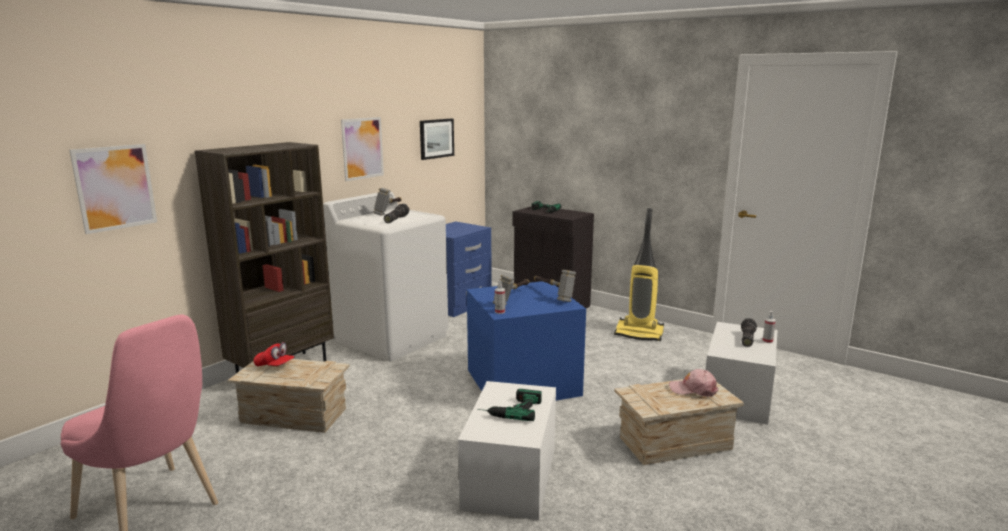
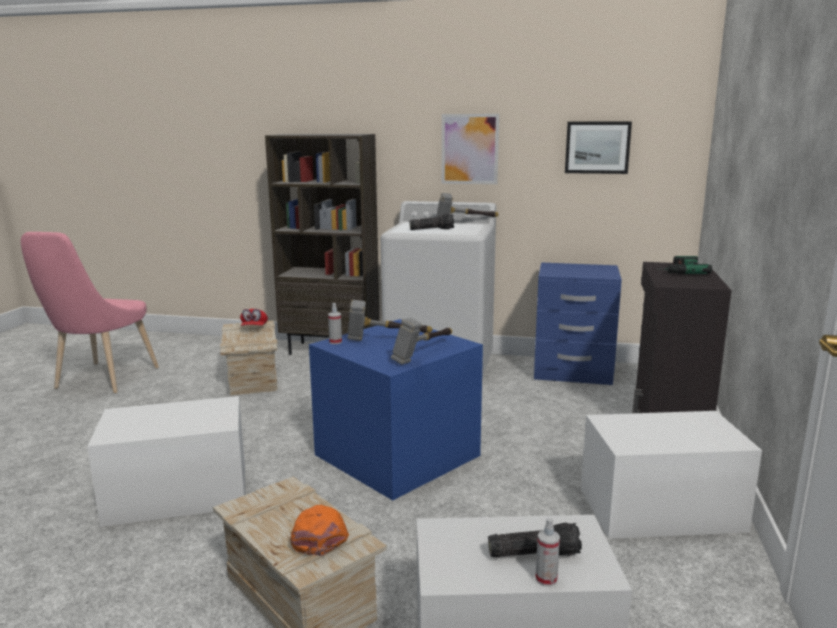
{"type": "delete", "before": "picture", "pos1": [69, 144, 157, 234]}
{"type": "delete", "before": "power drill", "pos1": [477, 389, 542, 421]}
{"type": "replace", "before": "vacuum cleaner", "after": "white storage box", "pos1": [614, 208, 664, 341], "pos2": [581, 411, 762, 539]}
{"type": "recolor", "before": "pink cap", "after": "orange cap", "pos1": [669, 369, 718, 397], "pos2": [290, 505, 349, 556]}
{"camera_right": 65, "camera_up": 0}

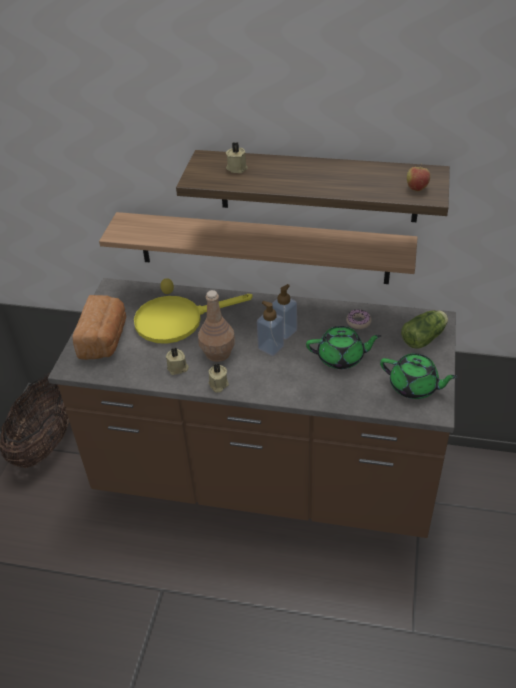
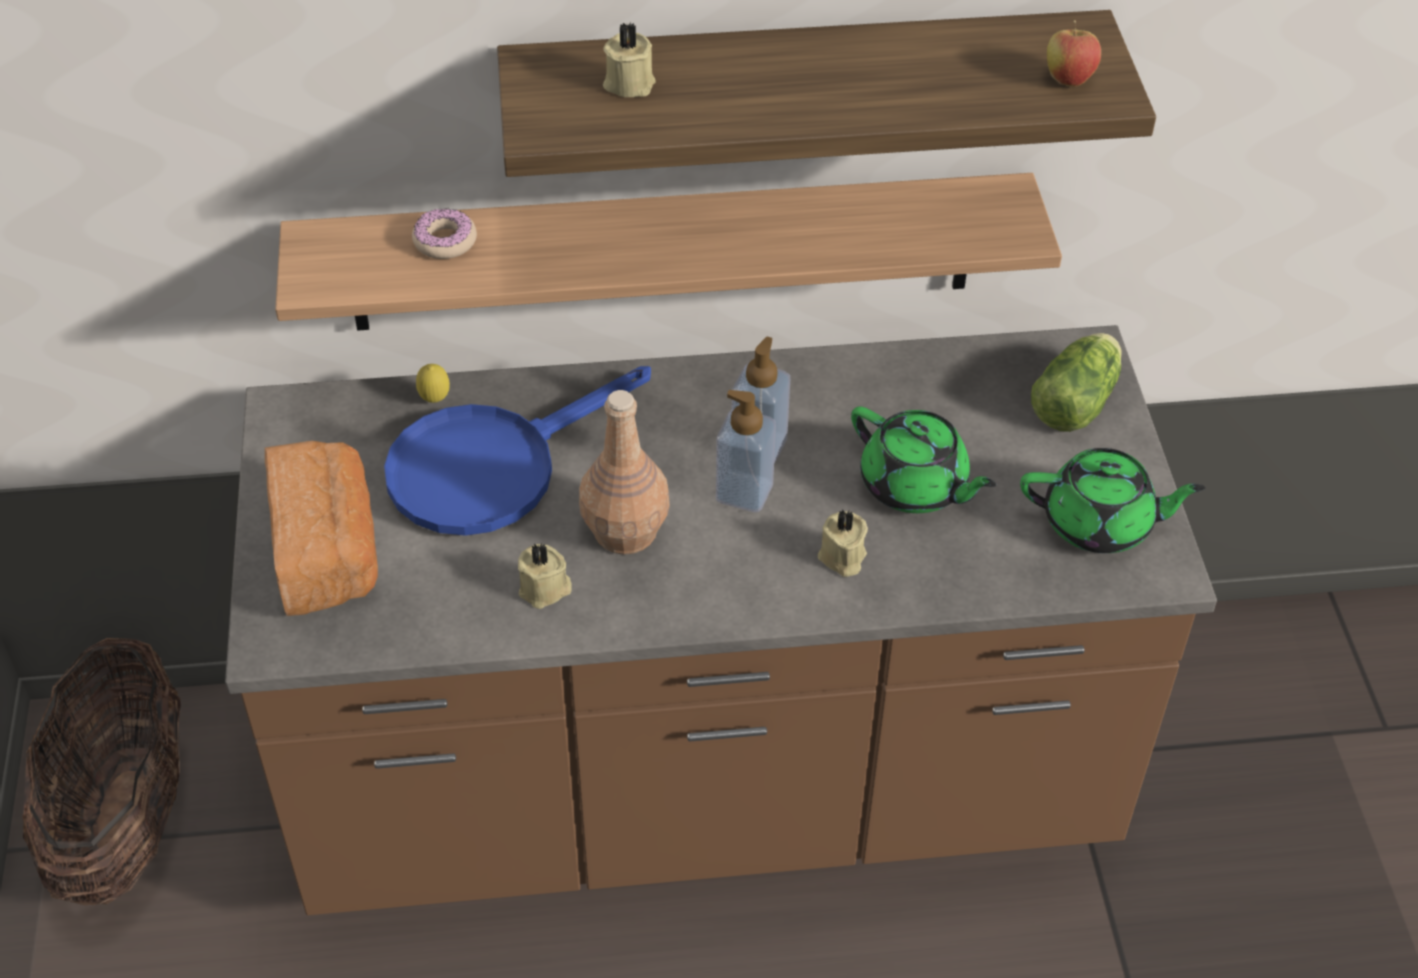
{"type": "move", "before": "beige candle", "pos1": [208, 364, 229, 392], "pos2": [818, 509, 868, 577]}
{"type": "move", "before": "donut", "pos1": [346, 309, 372, 329], "pos2": [412, 208, 477, 259]}
{"type": "recolor", "before": "yellow frying pan", "after": "blue frying pan", "pos1": [134, 294, 253, 344], "pos2": [384, 366, 651, 536]}
{"type": "rotate", "before": "green teapot", "pos1": [306, 326, 382, 369], "pos2": [851, 406, 996, 513], "turn": 60}
{"camera_right": -20, "camera_up": 5}

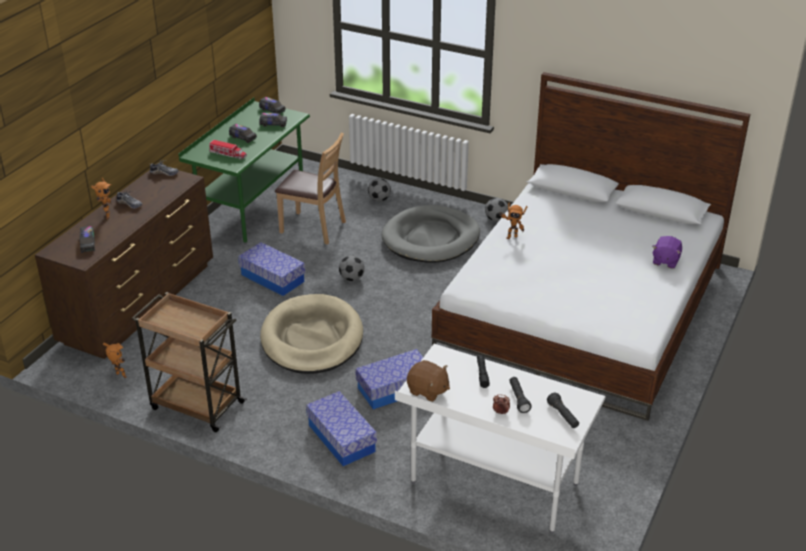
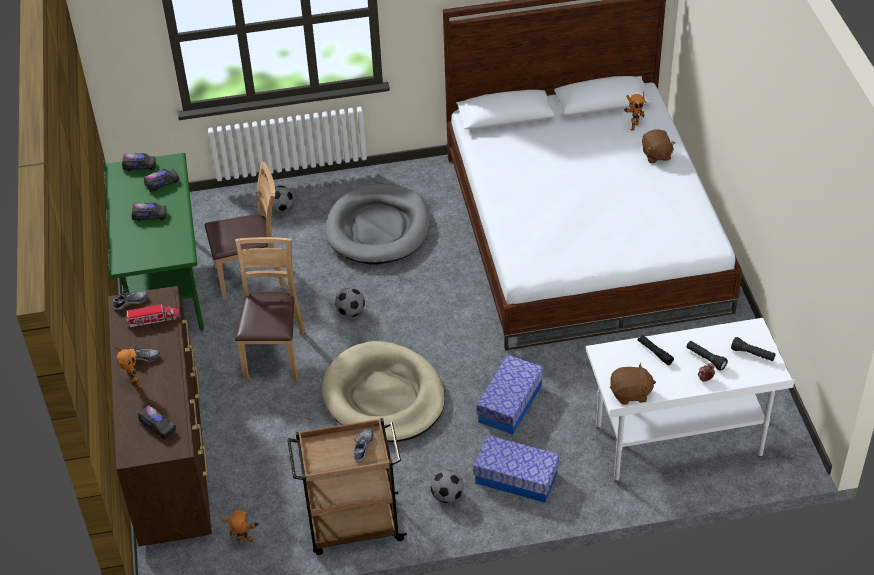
{"type": "insert", "after": "shoe", "pos2": [353, 429, 374, 462]}
{"type": "move", "before": "toy truck", "pos1": [209, 140, 247, 160], "pos2": [127, 304, 179, 327]}
{"type": "move", "before": "football", "pos1": [485, 198, 508, 222], "pos2": [431, 470, 464, 503]}
{"type": "move", "before": "toy robot", "pos1": [498, 202, 528, 239], "pos2": [624, 91, 647, 131]}
{"type": "replace", "before": "storage box", "after": "brown chair", "pos1": [238, 242, 305, 296], "pos2": [235, 237, 305, 380]}
{"type": "recolor", "before": "purple plush toy", "after": "brown plush toy", "pos1": [652, 236, 682, 269], "pos2": [642, 129, 675, 163]}
{"camera_right": -35, "camera_up": 10}

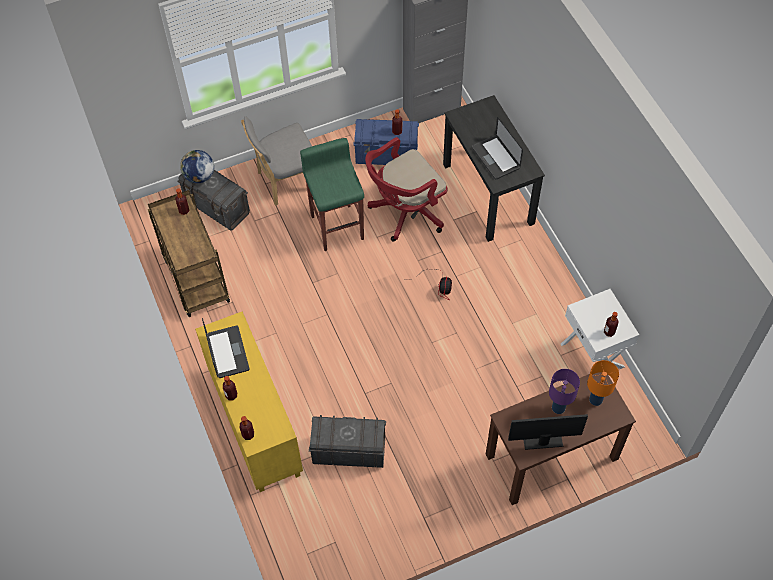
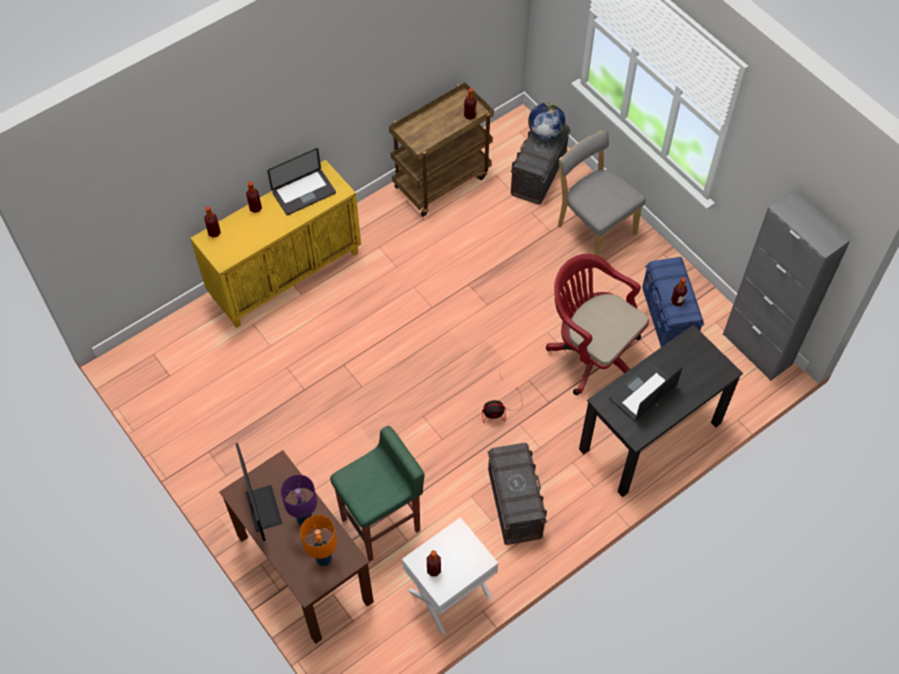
{"type": "move", "before": "green stool", "pos1": [300, 138, 364, 251], "pos2": [330, 426, 425, 562]}
{"type": "move", "before": "grey storage box", "pos1": [309, 415, 386, 468], "pos2": [487, 443, 547, 545]}
{"camera_right": 75, "camera_up": 0}

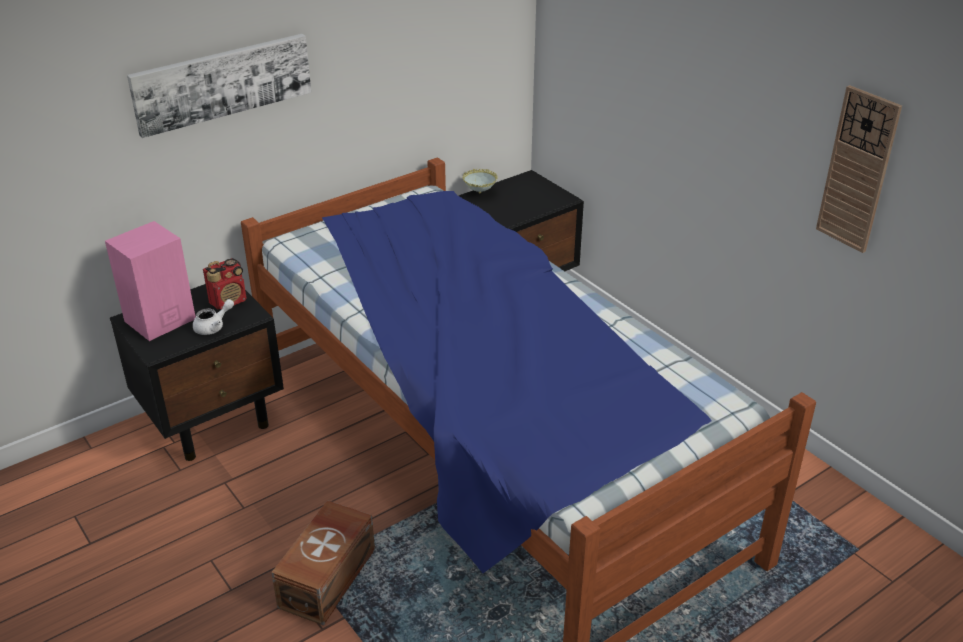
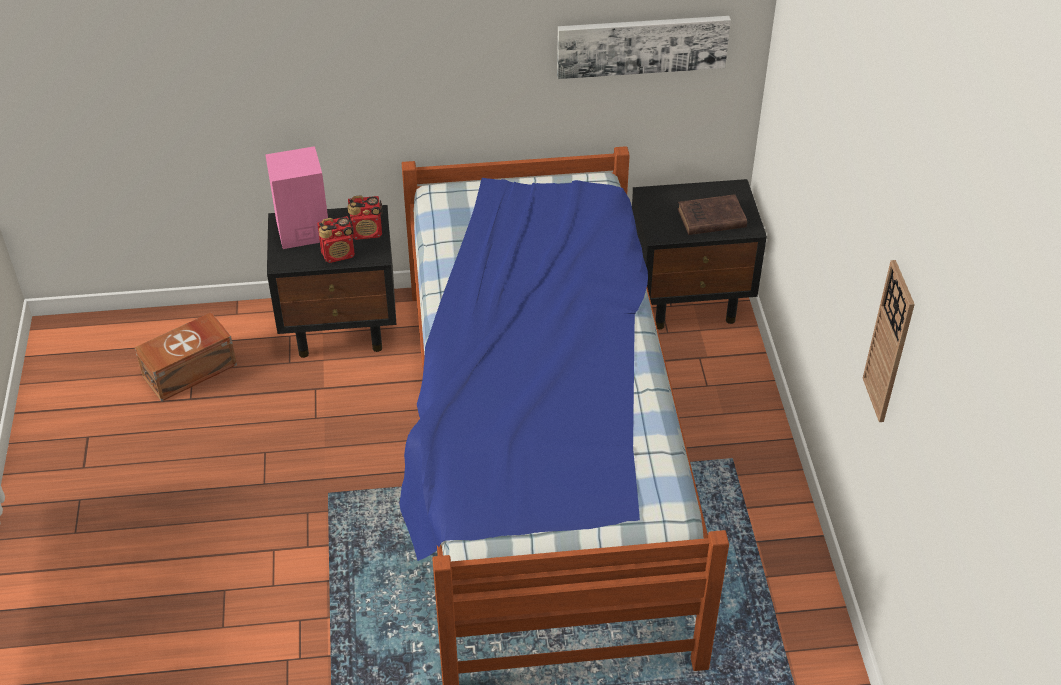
{"type": "delete", "before": "bowl", "pos1": [462, 169, 498, 194]}
{"type": "insert", "after": "brown book", "pos2": [678, 194, 747, 235]}
{"type": "move", "before": "picture", "pos1": [127, 34, 311, 138], "pos2": [557, 16, 731, 79]}
{"type": "move", "before": "brown storage box", "pos1": [271, 500, 375, 626], "pos2": [134, 312, 237, 402]}
{"type": "replace", "before": "white teapot", "after": "radio", "pos1": [193, 299, 234, 335], "pos2": [317, 216, 355, 263]}
{"camera_right": 30, "camera_up": 10}

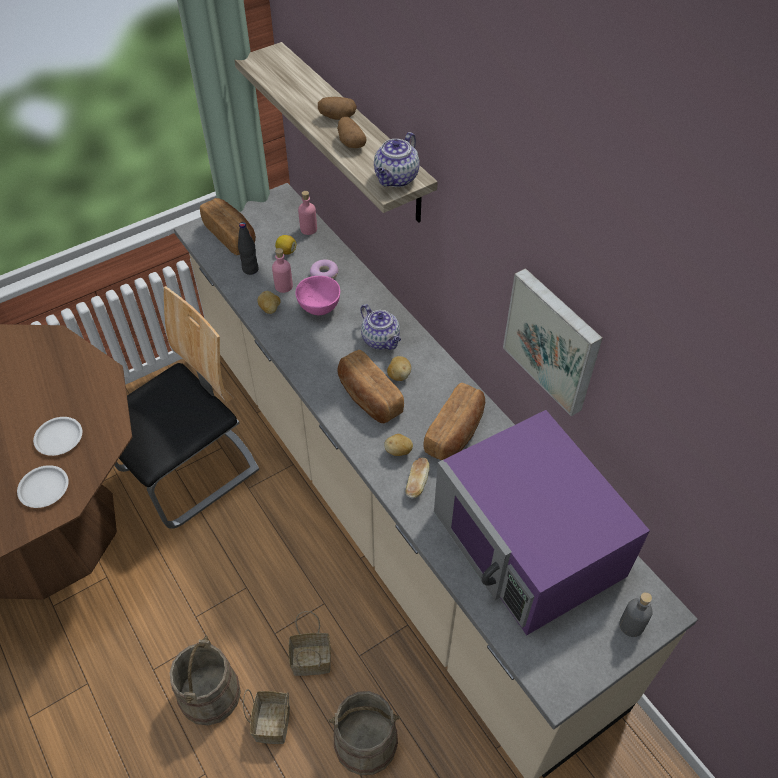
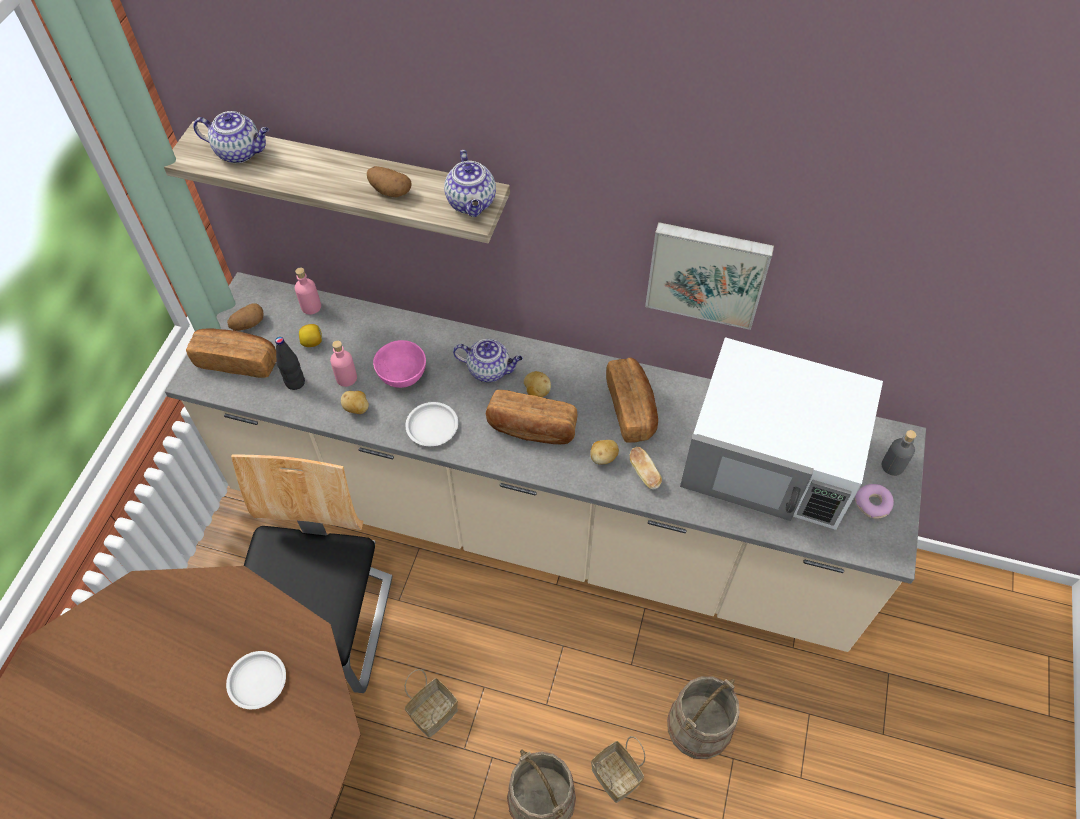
{"type": "insert", "after": "teapot", "pos2": [193, 111, 269, 163]}
{"type": "move", "before": "white plate", "pos1": [17, 465, 69, 508], "pos2": [405, 402, 458, 446]}
{"type": "move", "before": "basket", "pos1": [288, 611, 331, 676], "pos2": [404, 669, 458, 738]}
{"type": "move", "before": "donut", "pos1": [310, 259, 339, 279], "pos2": [855, 484, 894, 519]}
{"type": "move", "before": "potato", "pos1": [318, 97, 357, 120], "pos2": [227, 303, 263, 331]}
{"type": "recolor", "before": "purple microwave", "after": "white microwave", "pos1": [434, 410, 650, 635], "pos2": [680, 337, 883, 530]}
{"camera_right": -40, "camera_up": 5}

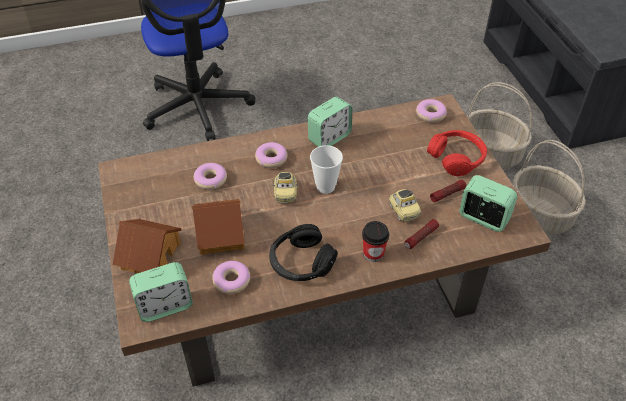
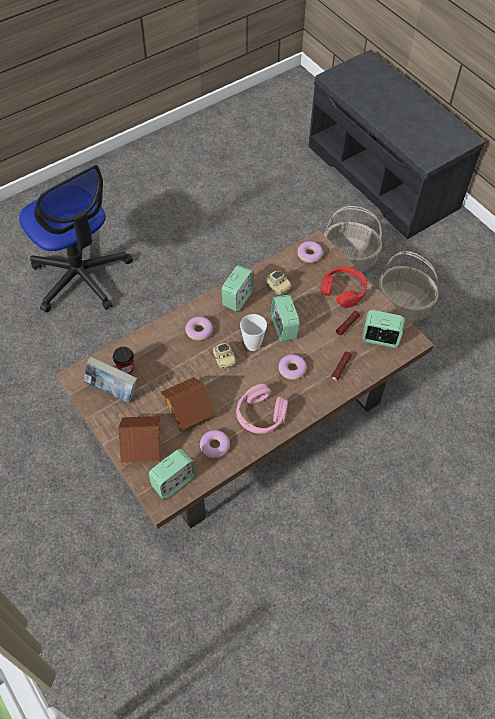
{"type": "insert", "after": "book", "pos2": [84, 356, 137, 403]}
{"type": "insert", "after": "alarm clock", "pos2": [271, 295, 300, 342]}
{"type": "move", "before": "donut", "pos1": [194, 163, 227, 190], "pos2": [279, 354, 307, 380]}
{"type": "move", "before": "cup", "pos1": [362, 221, 389, 262], "pos2": [113, 346, 134, 375]}
{"type": "move", "before": "toy car", "pos1": [389, 189, 421, 222], "pos2": [264, 271, 292, 295]}
{"type": "recolor", "before": "black headphones", "after": "pink headphones", "pos1": [269, 224, 338, 281], "pos2": [236, 384, 288, 434]}
{"camera_right": -20, "camera_up": 10}

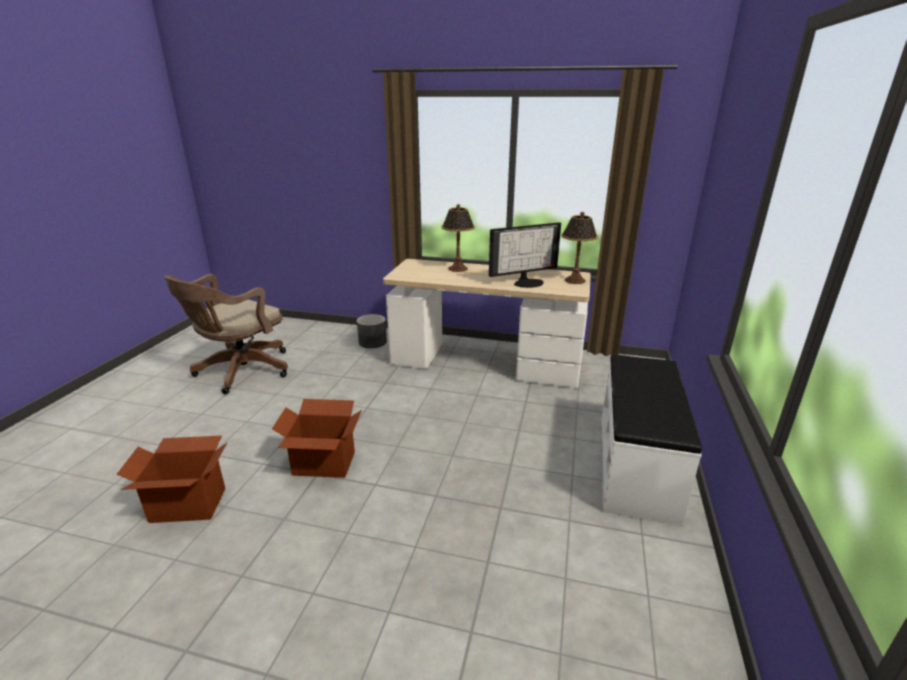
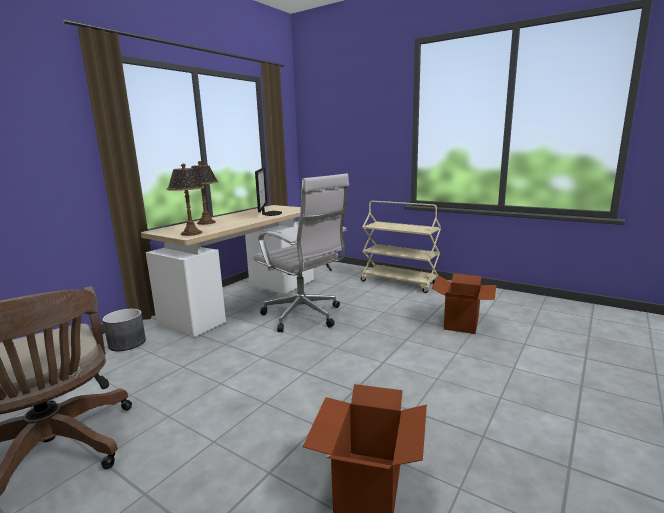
{"type": "insert", "after": "white office chair", "pos2": [253, 173, 349, 332]}
{"type": "move", "before": "cardboard box", "pos1": [272, 399, 362, 478], "pos2": [431, 274, 496, 334]}
{"type": "move", "before": "table lamp", "pos1": [561, 212, 598, 284], "pos2": [167, 164, 204, 236]}
{"type": "replace", "before": "white bench", "after": "beige cart", "pos1": [602, 354, 702, 526], "pos2": [361, 201, 441, 293]}
{"camera_right": -70, "camera_up": -10}

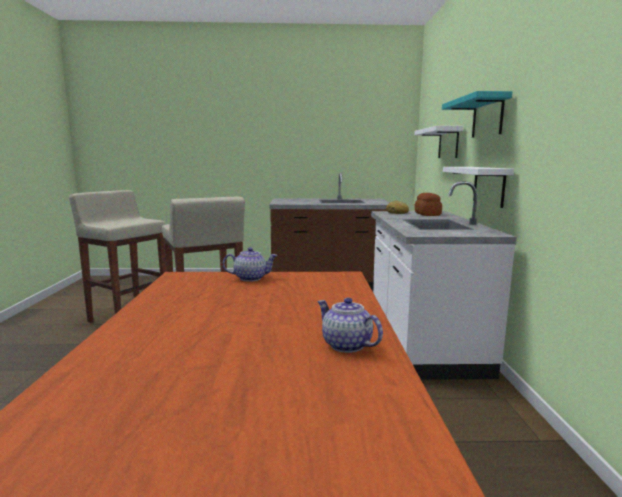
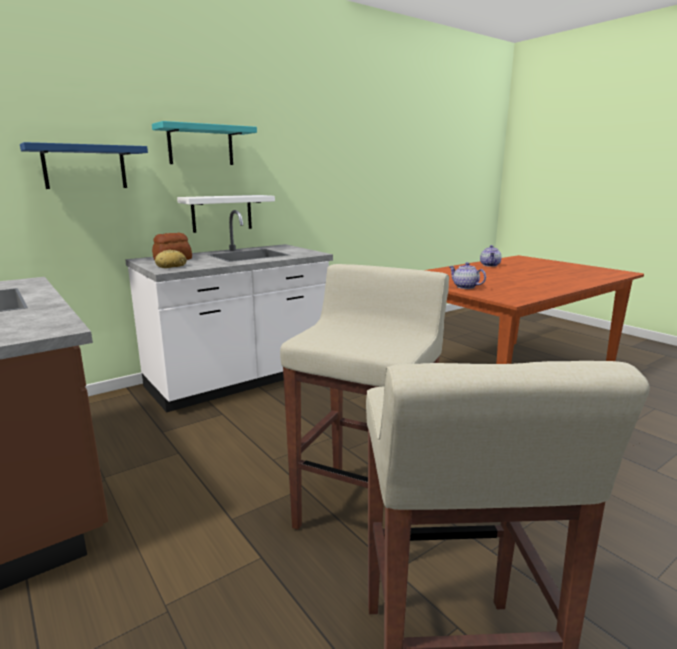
{"type": "recolor", "before": "white shelf", "after": "blue shelf", "pos1": [414, 126, 464, 158], "pos2": [20, 142, 148, 189]}
{"camera_right": -125, "camera_up": 5}

